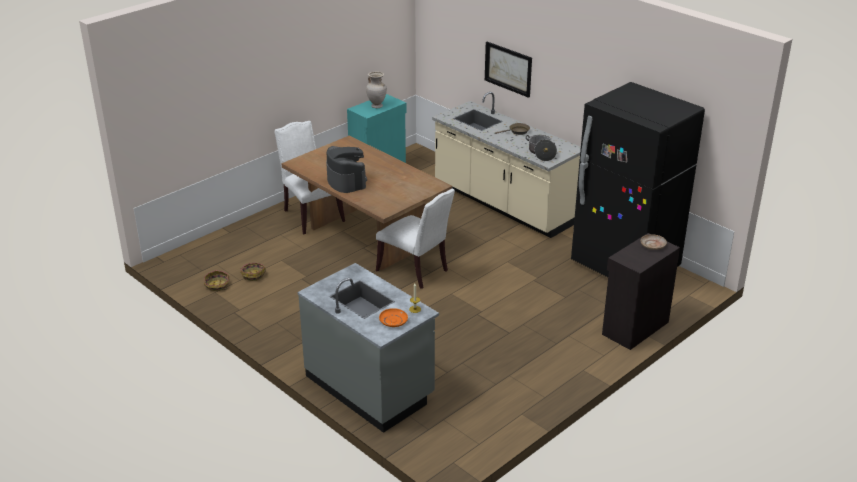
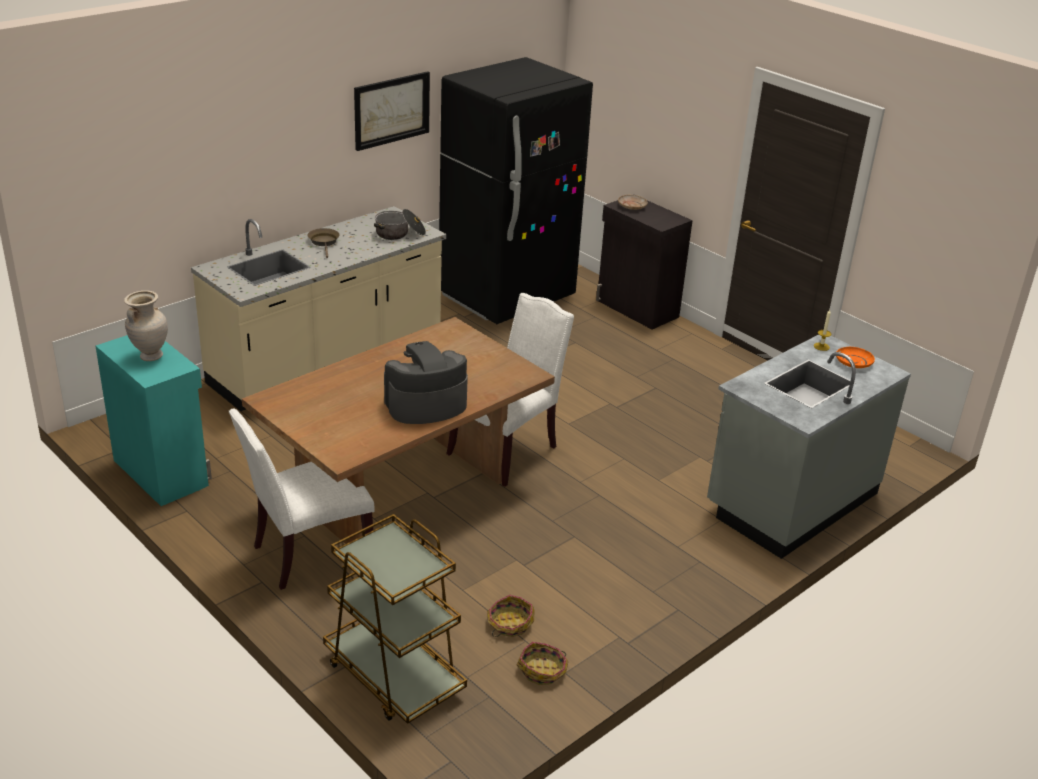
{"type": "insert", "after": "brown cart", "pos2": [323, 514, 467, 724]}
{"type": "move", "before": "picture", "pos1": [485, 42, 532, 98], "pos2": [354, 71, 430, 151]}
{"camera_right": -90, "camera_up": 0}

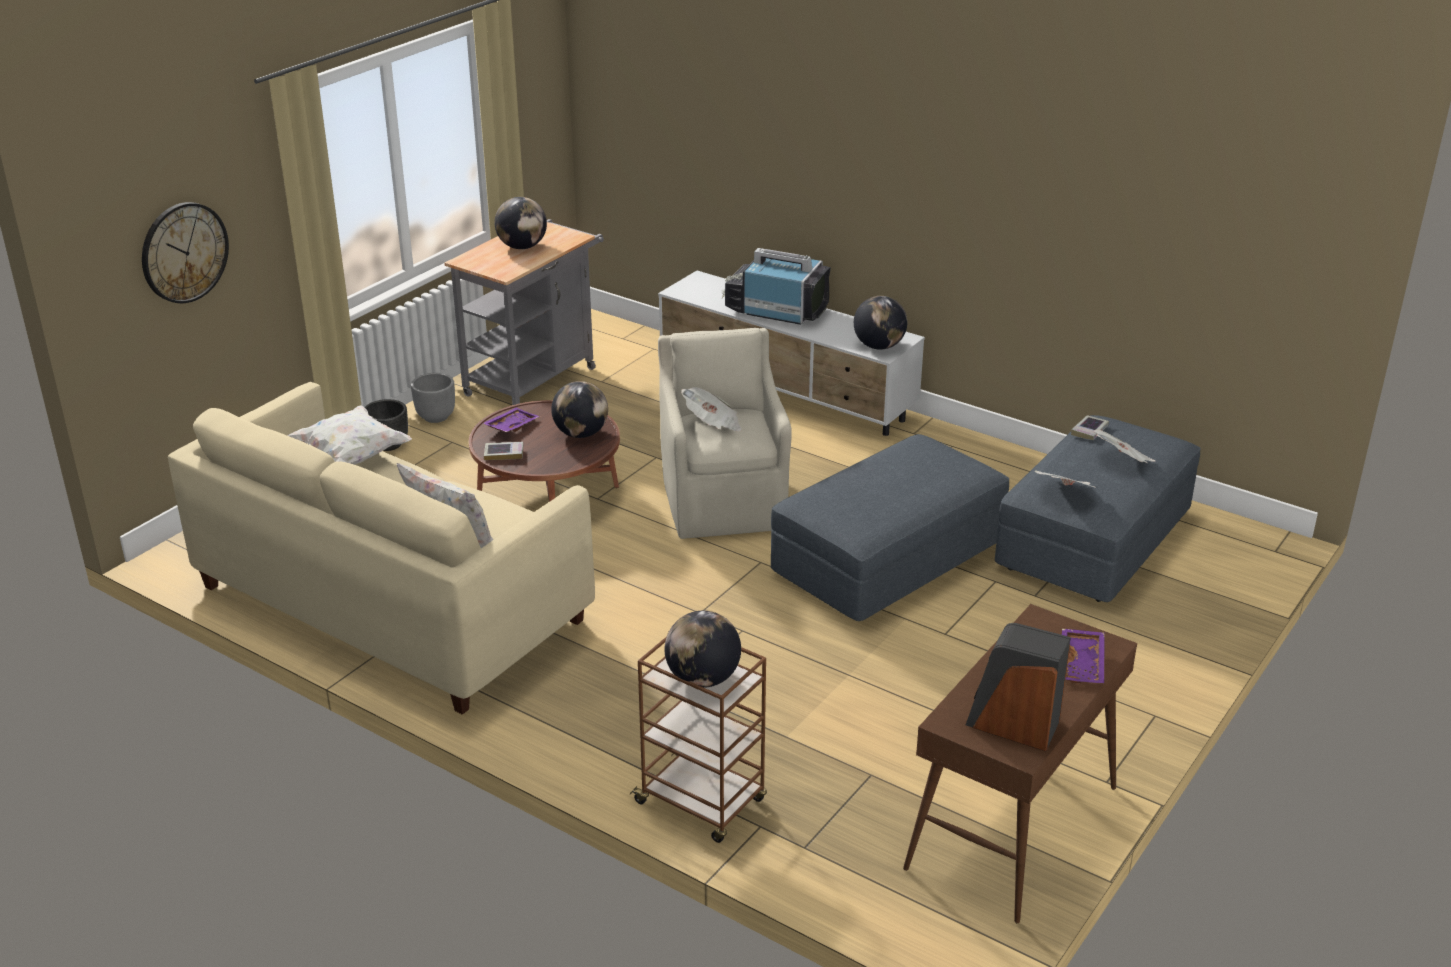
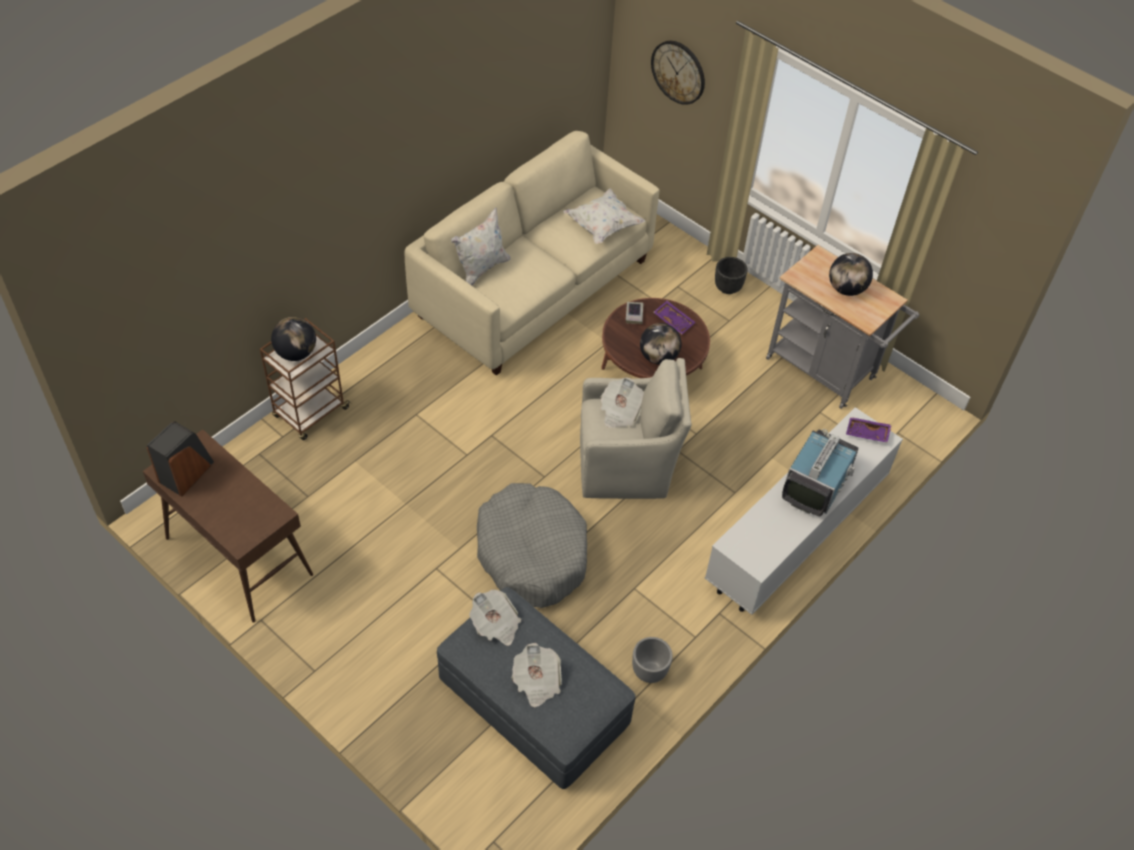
{"type": "delete", "before": "globe", "pos1": [854, 296, 907, 350]}
{"type": "delete", "before": "book", "pos1": [1071, 415, 1109, 440]}
{"type": "move", "before": "grey planter", "pos1": [411, 373, 455, 423], "pos2": [632, 637, 673, 683]}
{"type": "move", "before": "purple tray", "pos1": [1062, 629, 1105, 683], "pos2": [846, 417, 891, 443]}
{"type": "replace", "before": "grey ottoman", "after": "grey dog bed", "pos1": [771, 434, 1009, 621], "pos2": [477, 483, 587, 608]}
{"camera_right": 95, "camera_up": 20}

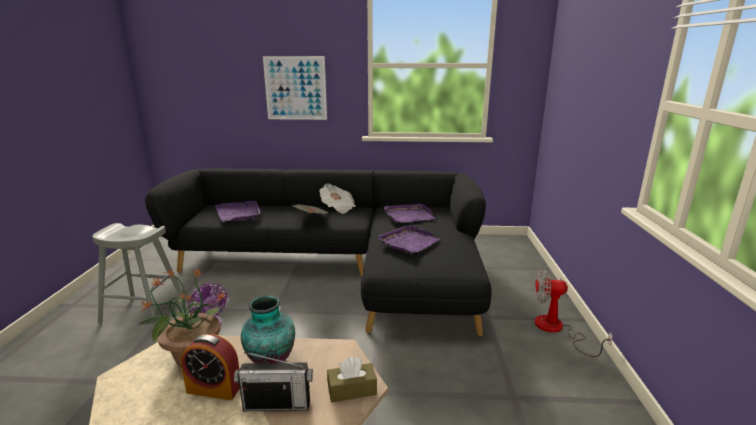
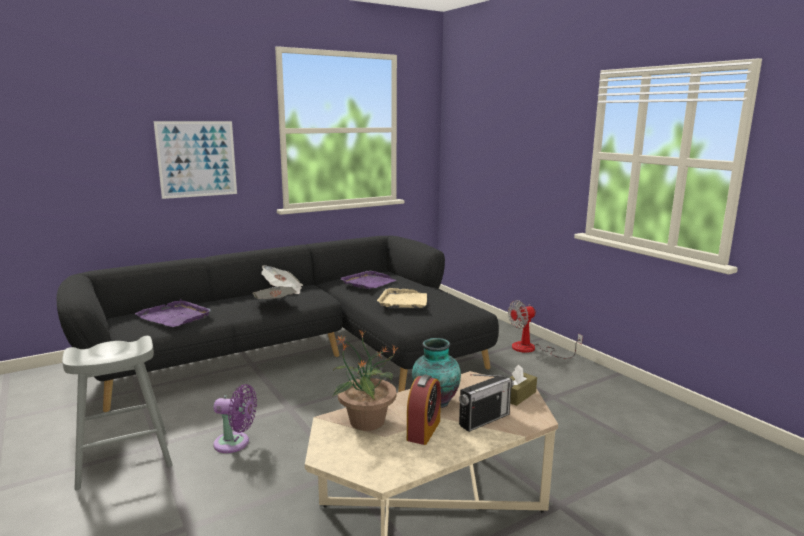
{"type": "recolor", "before": "purple tray", "after": "beige tray", "pos1": [378, 225, 440, 254], "pos2": [377, 288, 427, 308]}
{"type": "rotate", "before": "alarm clock", "pos1": [181, 334, 240, 400], "pos2": [407, 375, 441, 445], "turn": -45}
{"camera_right": -35, "camera_up": -5}

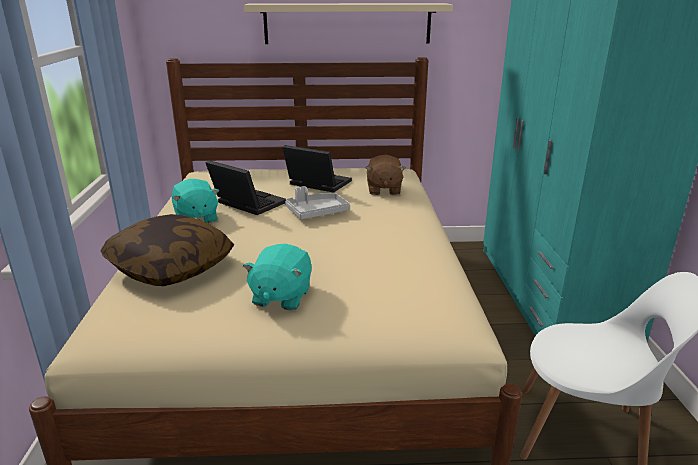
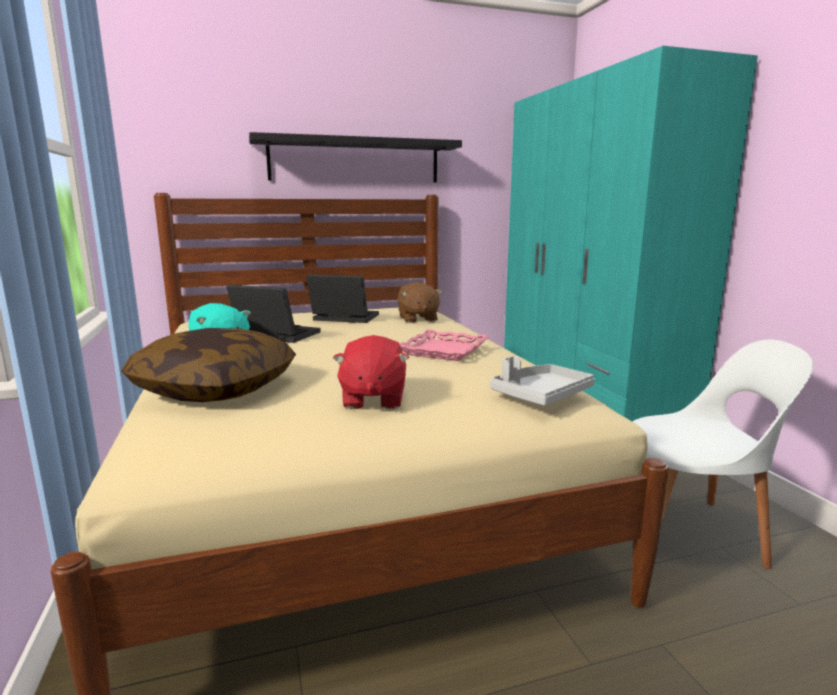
{"type": "insert", "after": "pink tray", "pos2": [400, 329, 489, 361]}
{"type": "move", "before": "grey tray", "pos1": [285, 186, 350, 219], "pos2": [490, 356, 595, 406]}
{"type": "recolor", "before": "turquoise plush toy", "after": "red plush toy", "pos1": [243, 244, 312, 311], "pos2": [333, 335, 409, 409]}
{"type": "recolor", "before": "beige shelf", "after": "black shelf", "pos1": [244, 3, 453, 44], "pos2": [249, 132, 462, 183]}
{"camera_right": -15, "camera_up": -10}

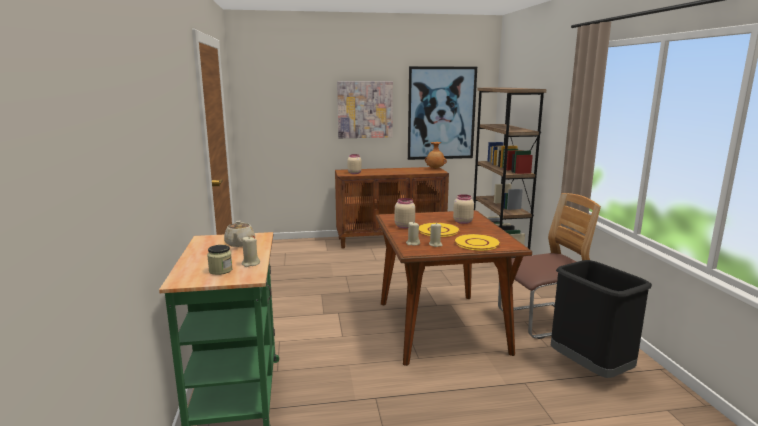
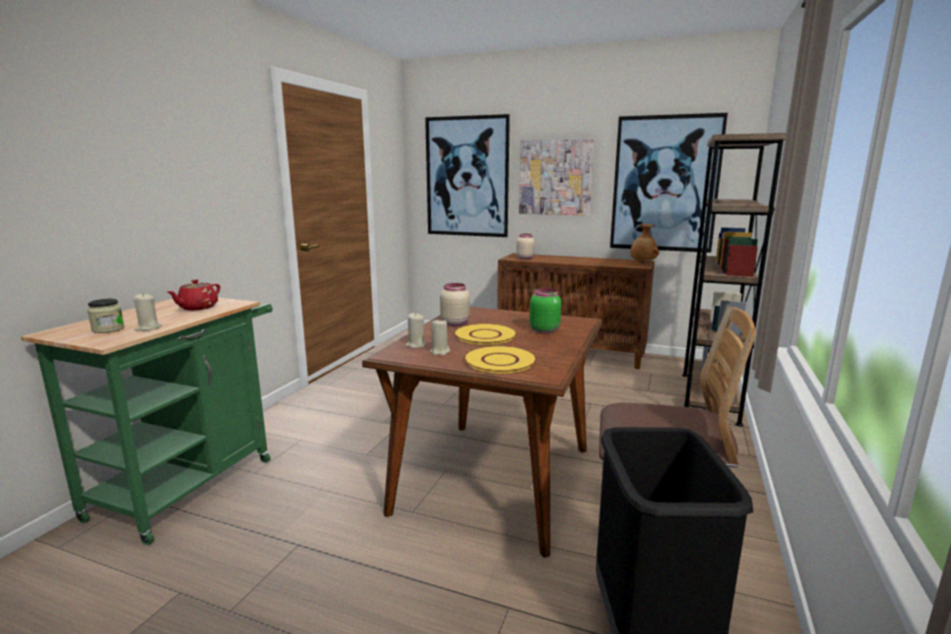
{"type": "insert", "after": "picture", "pos2": [425, 114, 510, 237]}
{"type": "recolor", "before": "beige teapot", "after": "red teapot", "pos1": [224, 221, 255, 247], "pos2": [167, 279, 220, 311]}
{"type": "recolor", "before": "beige jar", "after": "green jar", "pos1": [453, 194, 474, 224], "pos2": [529, 288, 561, 333]}
{"camera_right": 30, "camera_up": 0}

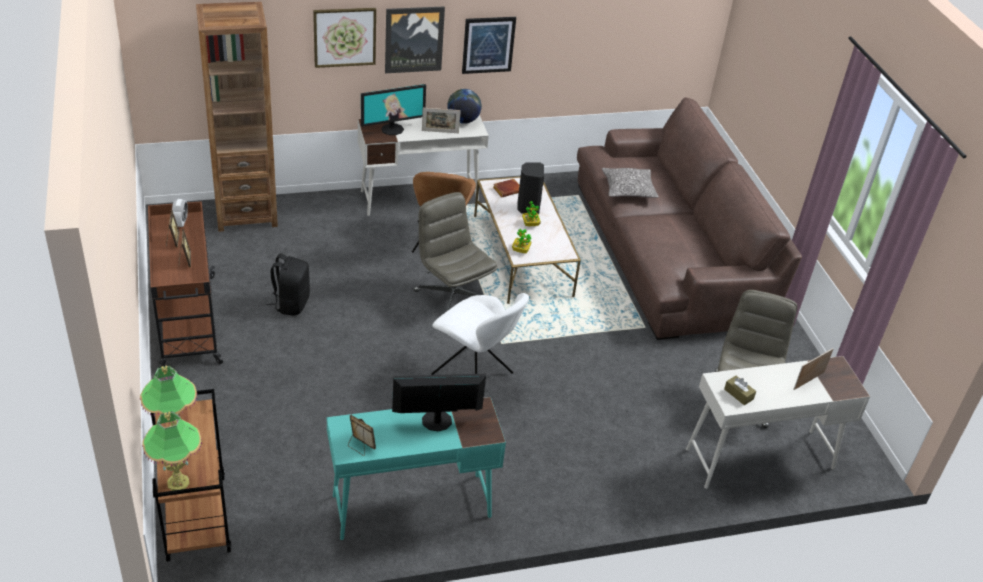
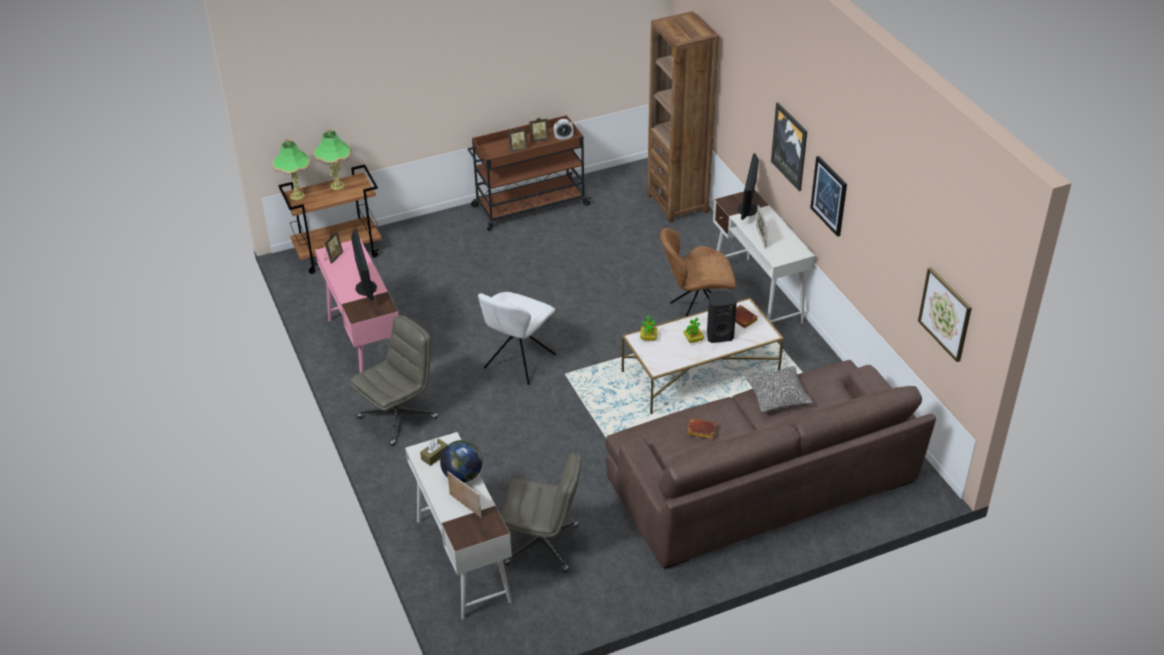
{"type": "delete", "before": "black backpack", "pos1": [266, 254, 310, 316]}
{"type": "insert", "after": "brown book", "pos2": [687, 418, 718, 439]}
{"type": "move", "before": "picture", "pos1": [313, 8, 376, 68], "pos2": [918, 267, 972, 362]}
{"type": "move", "before": "grey office chair", "pos1": [414, 192, 498, 312], "pos2": [350, 315, 438, 446]}
{"type": "move", "before": "globe", "pos1": [447, 89, 482, 124], "pos2": [440, 440, 482, 483]}
{"type": "recolor", "before": "turquoise desk", "after": "pink desk", "pos1": [327, 397, 506, 540], "pos2": [315, 239, 399, 373]}
{"type": "rotate", "before": "monitor", "pos1": [361, 84, 426, 135], "pos2": [737, 153, 759, 220], "turn": 45}
{"camera_right": 85, "camera_up": 0}

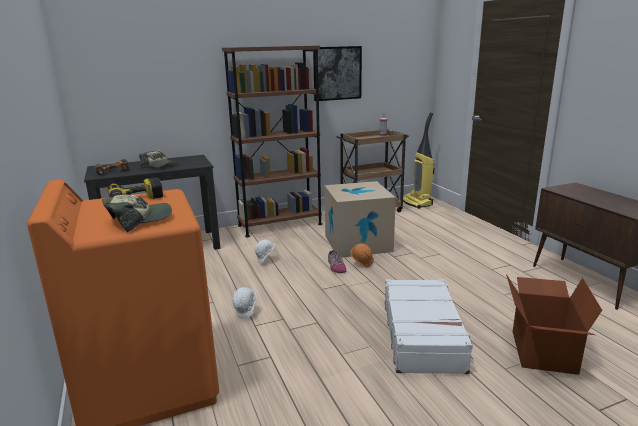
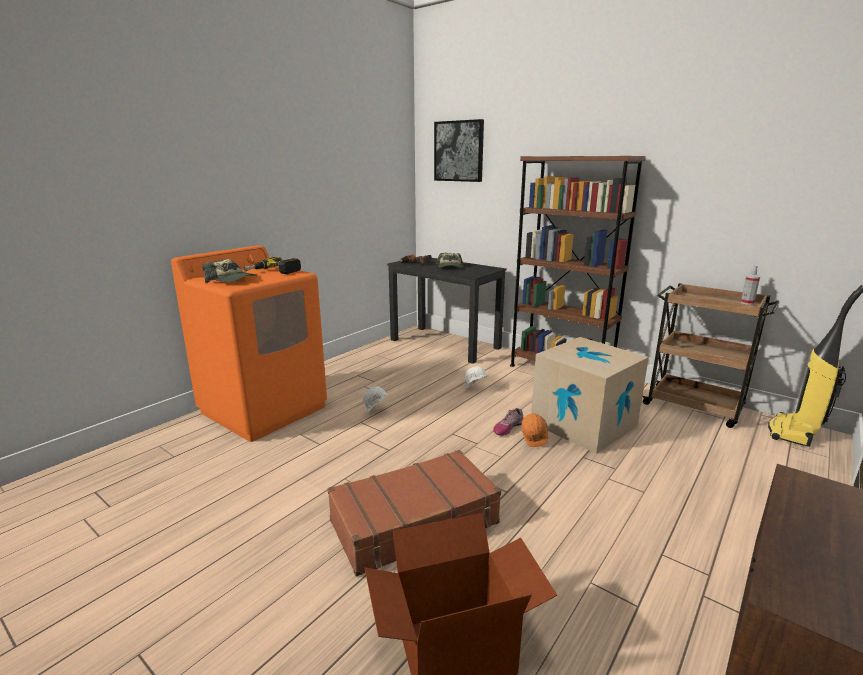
{"type": "move", "before": "picture", "pos1": [313, 46, 362, 101], "pos2": [434, 119, 484, 182]}
{"type": "recolor", "before": "white suitcase", "after": "brown suitcase", "pos1": [385, 279, 473, 374], "pos2": [327, 450, 501, 576]}
{"camera_right": 60, "camera_up": 0}

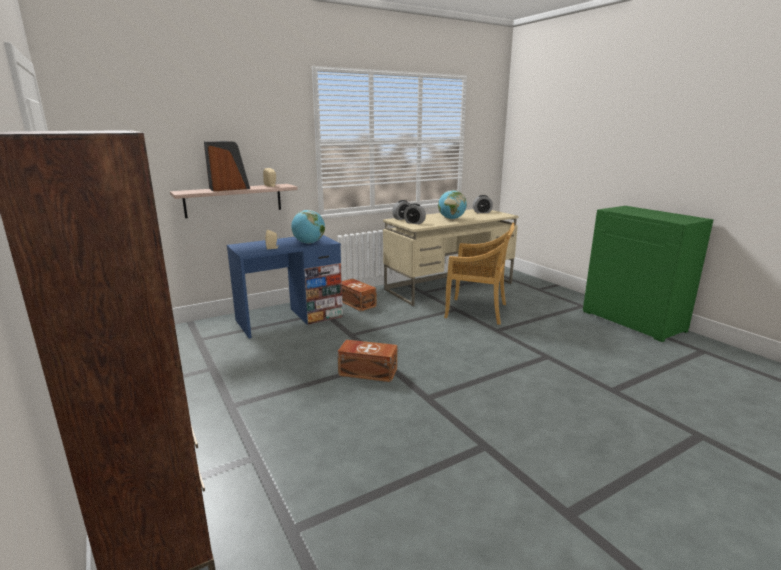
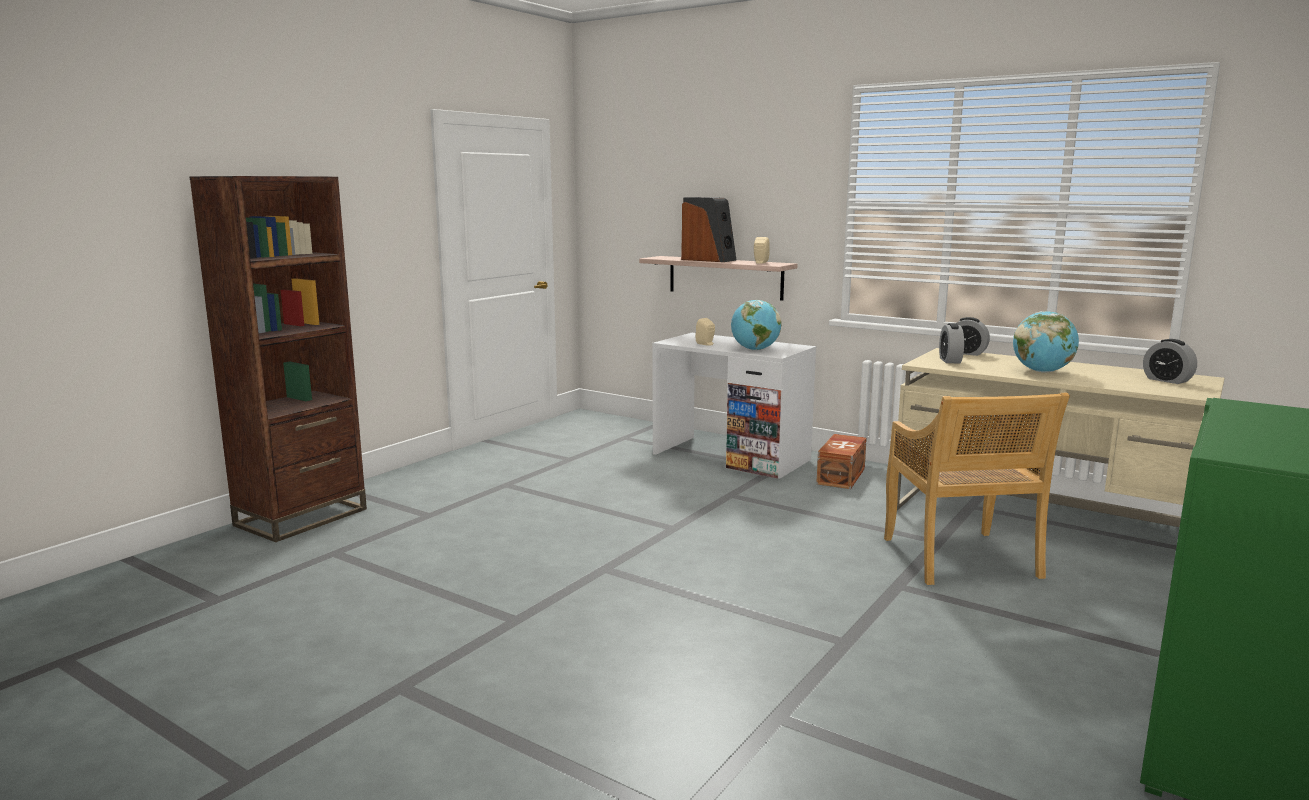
{"type": "delete", "before": "brown storage box", "pos1": [337, 340, 397, 382]}
{"type": "recolor", "before": "blue desk", "after": "white desk", "pos1": [227, 235, 343, 338], "pos2": [652, 333, 816, 479]}
{"camera_right": 65, "camera_up": -5}

